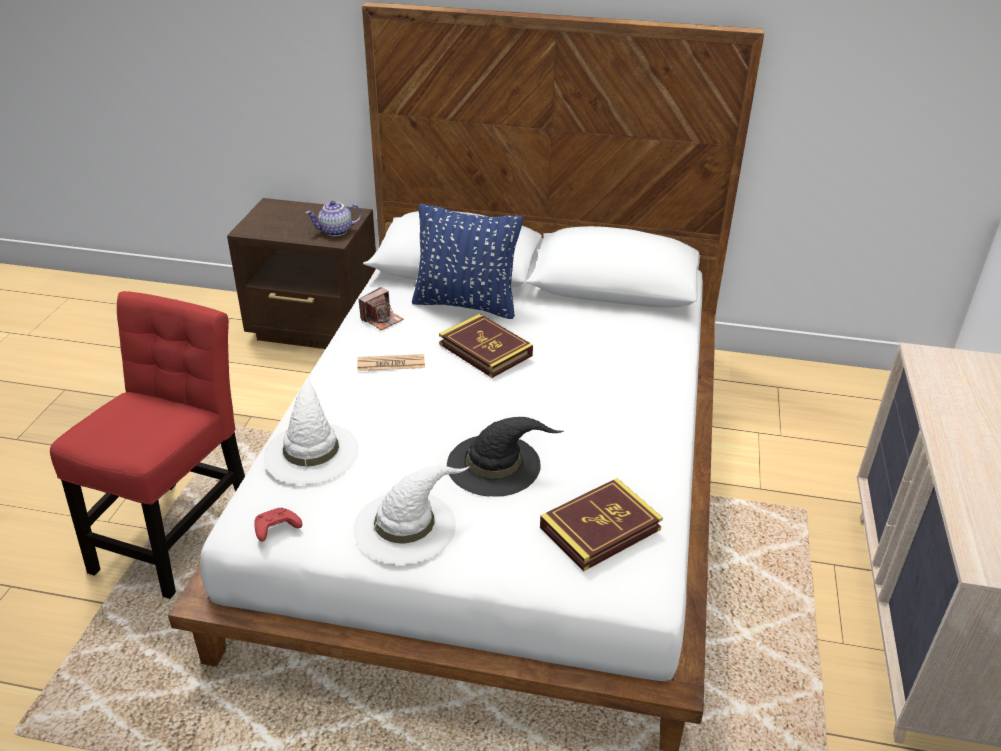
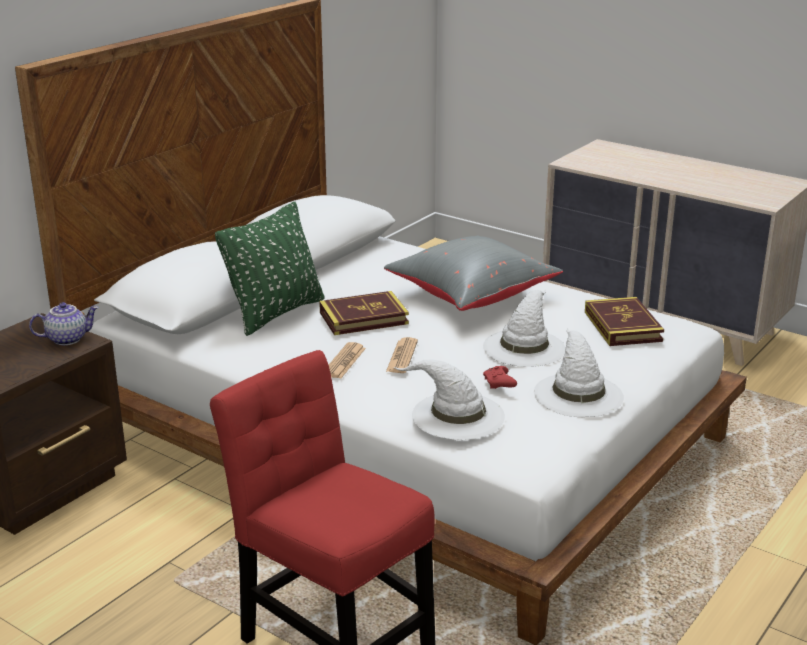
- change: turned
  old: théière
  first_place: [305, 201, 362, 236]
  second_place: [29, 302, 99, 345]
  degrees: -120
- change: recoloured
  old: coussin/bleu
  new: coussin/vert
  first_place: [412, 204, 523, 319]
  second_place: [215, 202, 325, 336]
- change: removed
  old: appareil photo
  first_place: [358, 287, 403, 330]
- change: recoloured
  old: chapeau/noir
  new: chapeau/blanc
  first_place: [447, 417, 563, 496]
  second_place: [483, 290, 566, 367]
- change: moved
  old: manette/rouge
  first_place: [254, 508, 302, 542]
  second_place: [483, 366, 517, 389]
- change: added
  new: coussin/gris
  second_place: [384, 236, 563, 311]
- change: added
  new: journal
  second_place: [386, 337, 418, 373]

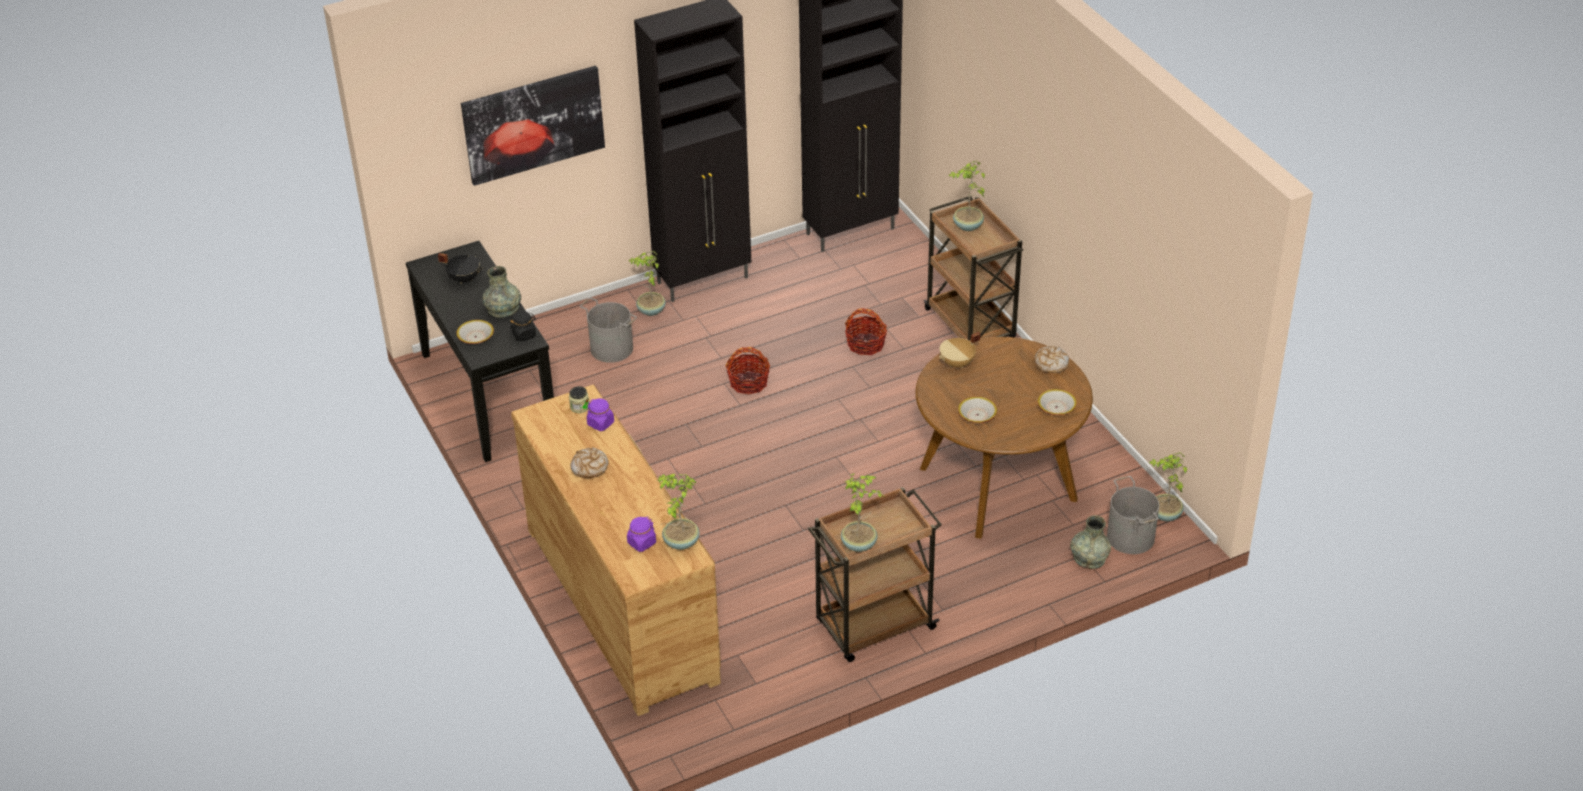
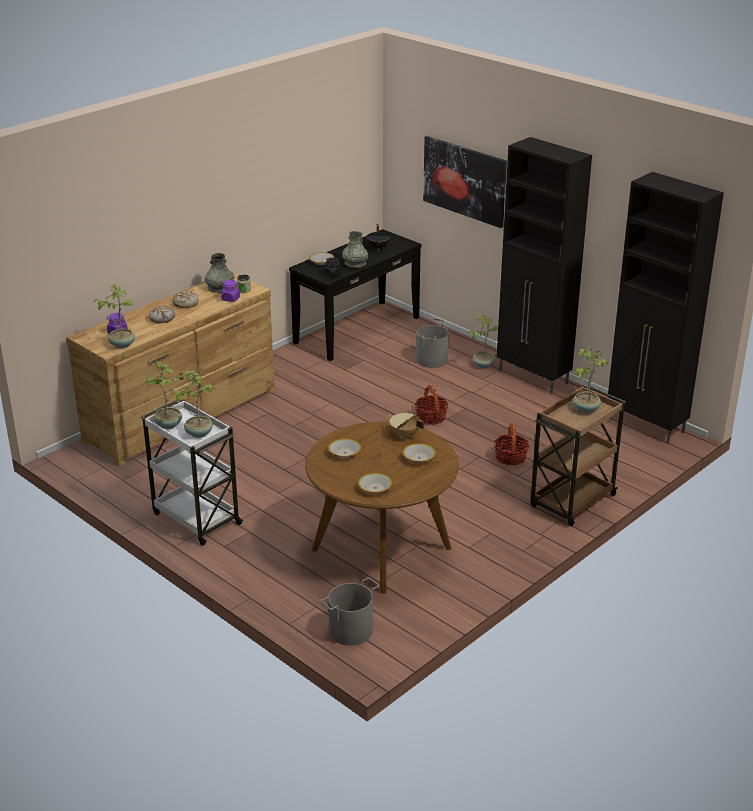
- change: moved
  old: pain
  first_place: [1034, 346, 1069, 373]
  second_place: [149, 306, 175, 323]
- change: moved
  old: plante en pot
  first_place: [1149, 452, 1187, 522]
  second_place: [172, 371, 213, 438]
- change: recoloured
  old: chariot/marron
  new: chariot/blanc
  first_place: [808, 487, 942, 662]
  second_place: [141, 400, 243, 546]
- change: moved
  old: vase/gris
  first_place: [1070, 515, 1111, 569]
  second_place: [205, 253, 234, 293]
- change: added
  new: bol
  second_place: [403, 443, 436, 463]

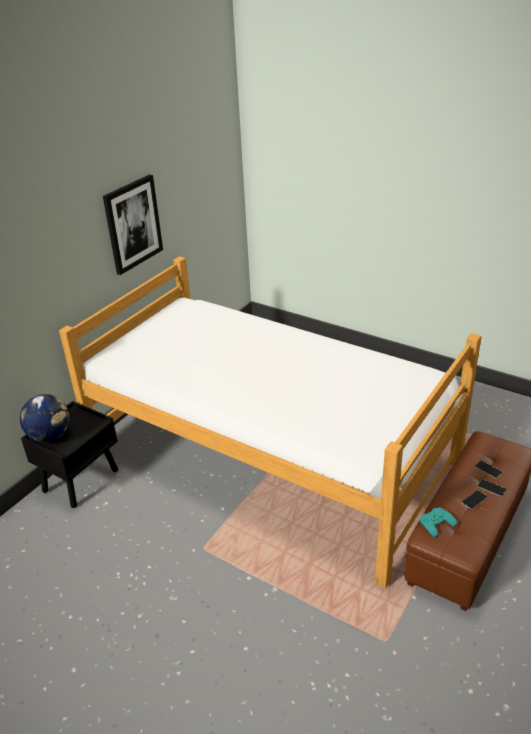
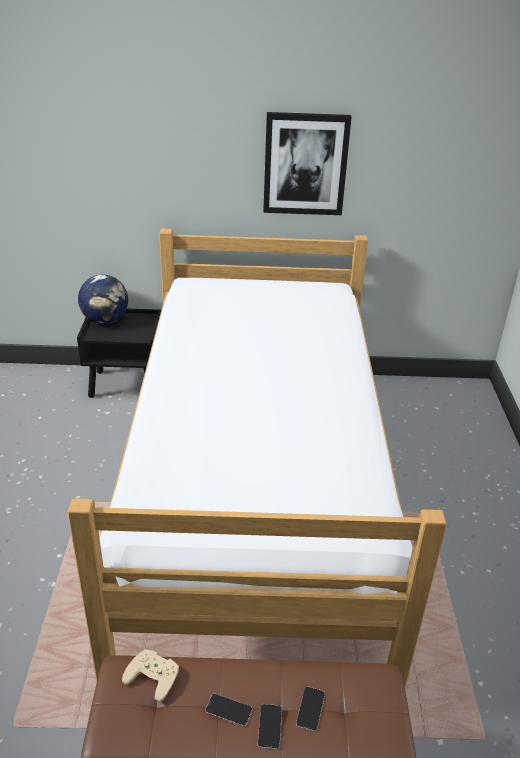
- change: recoloured
  old: manette/turquoise
  new: manette/beige
  first_place: [420, 507, 457, 538]
  second_place: [122, 649, 179, 702]

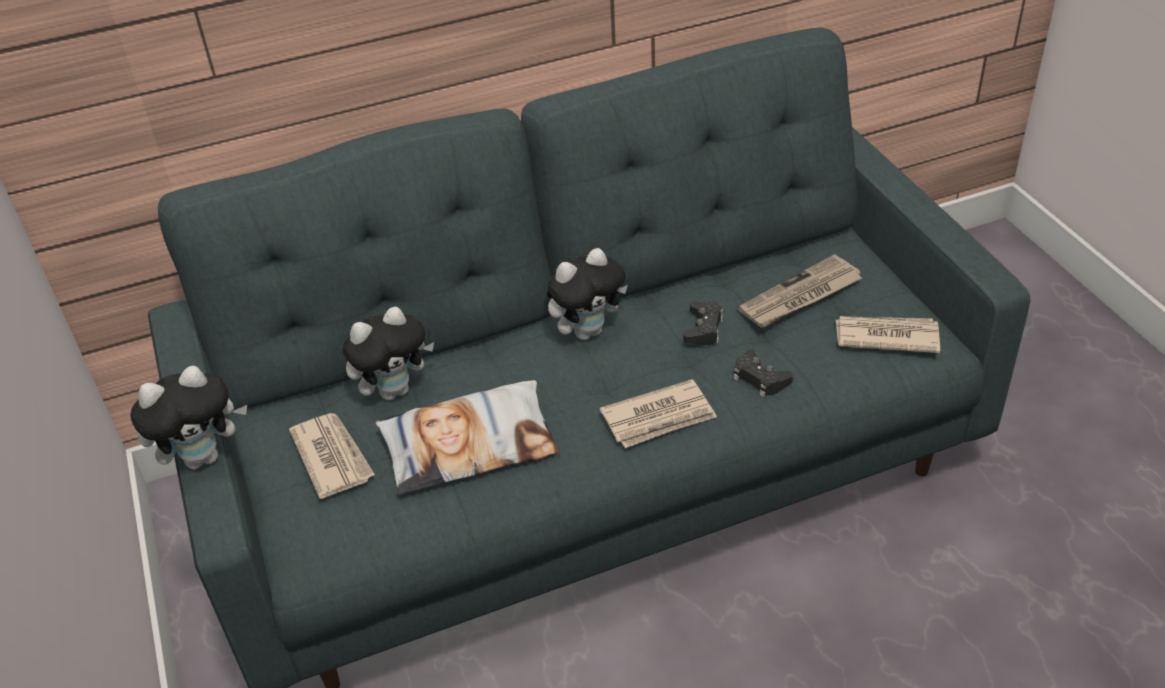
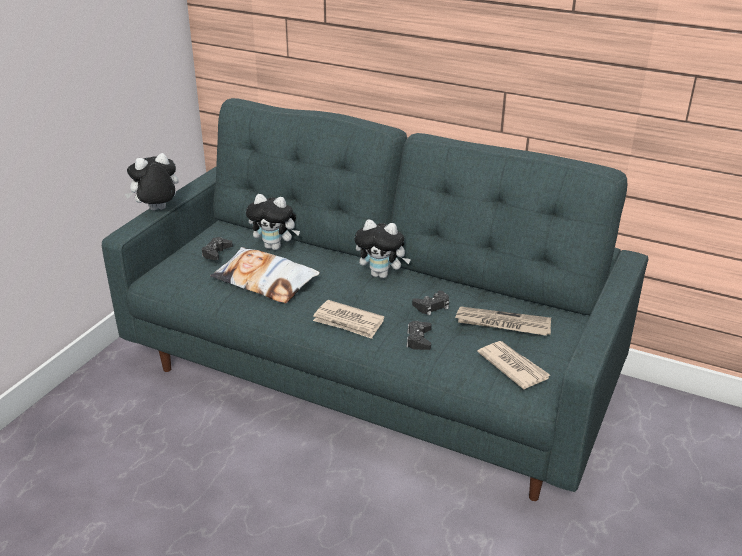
- change: turned
  old: peluche
  first_place: [131, 366, 247, 469]
  second_place: [125, 153, 178, 210]
  degrees: 135
- change: replaced
  old: journal
  new: manette/noir
  first_place: [289, 413, 375, 499]
  second_place: [202, 237, 233, 260]

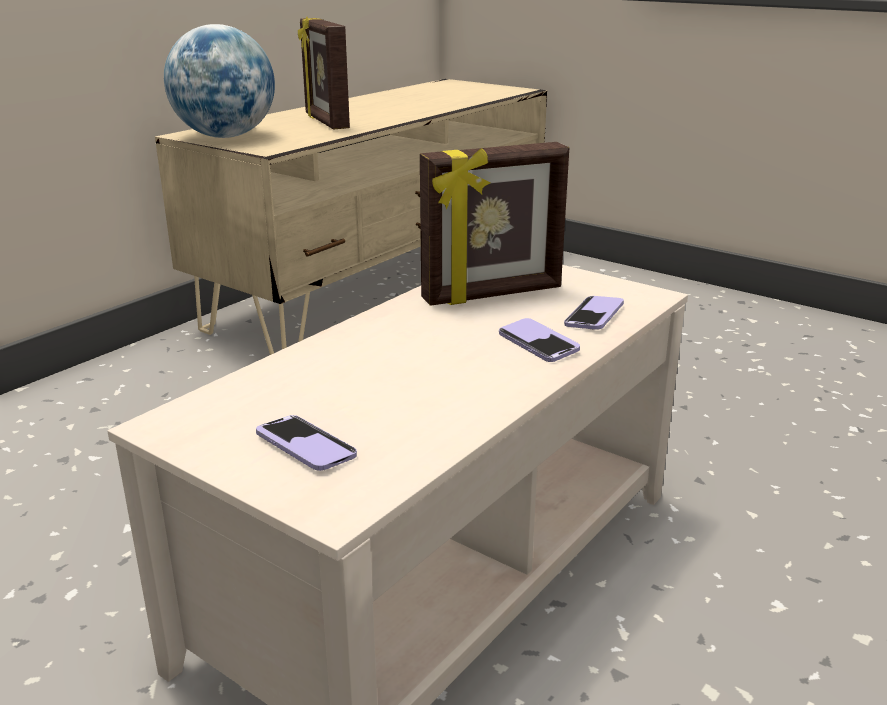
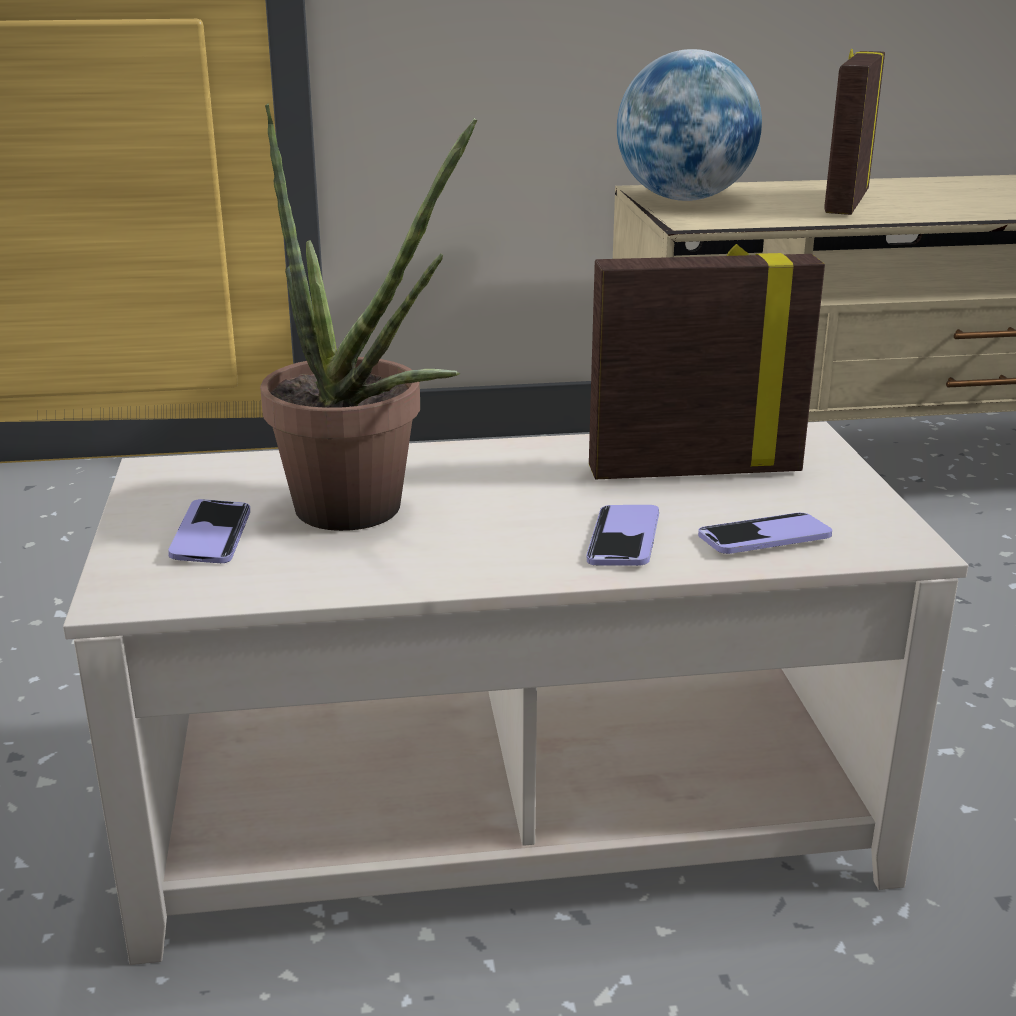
- change: turned
  old: cadre photo
  first_place: [420, 142, 569, 306]
  second_place: [589, 244, 825, 479]
  degrees: 150
- change: added
  new: plante en pot
  second_place: [260, 103, 477, 531]

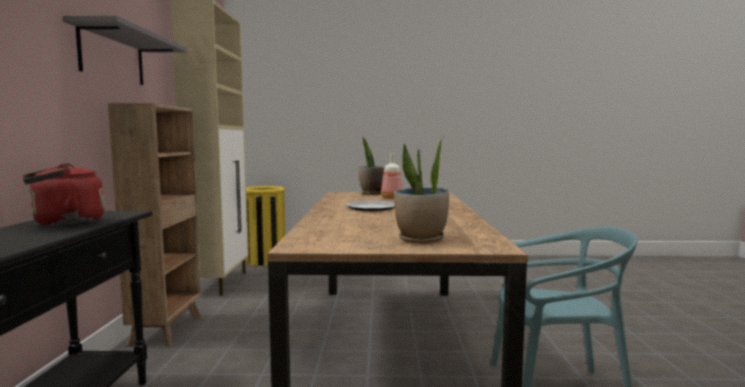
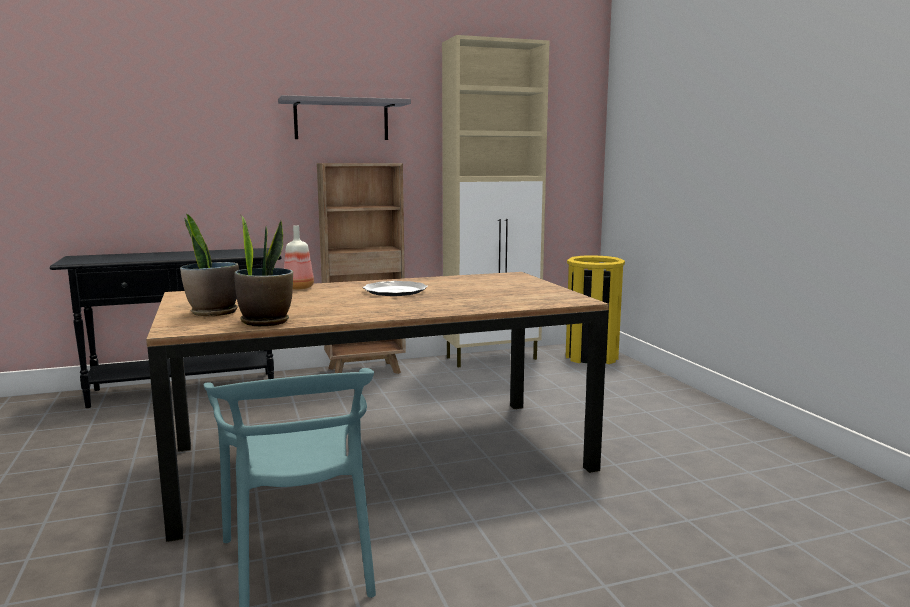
- change: moved
  old: plante en pot
  first_place: [358, 137, 384, 195]
  second_place: [234, 214, 293, 326]
- change: moved
  old: bouteille
  first_place: [381, 153, 403, 199]
  second_place: [284, 225, 314, 290]
- change: removed
  old: bouilloire/rouge
  first_place: [23, 163, 105, 226]

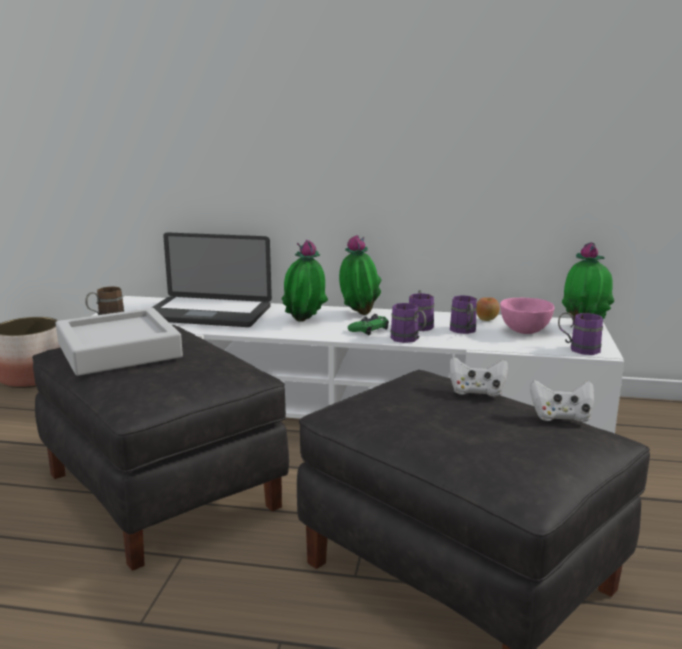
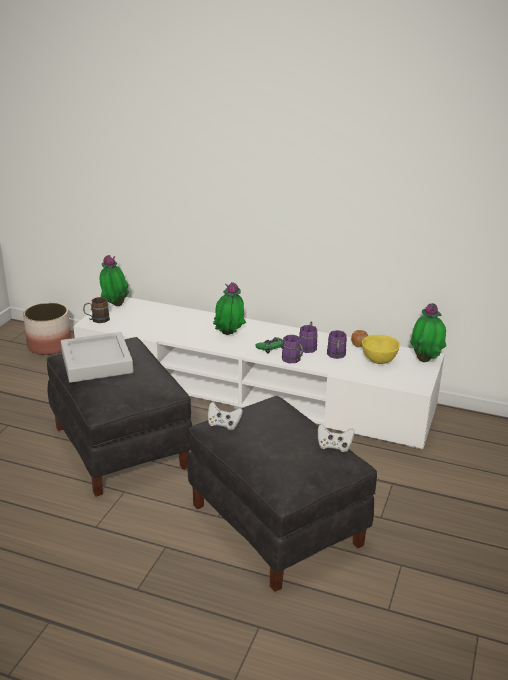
- change: removed
  old: ordinateur portable
  first_place: [152, 232, 272, 327]
- change: moved
  old: plante en pot
  first_place: [339, 235, 382, 315]
  second_place: [100, 255, 129, 306]
- change: recoloured
  old: bol/rose
  new: bol/jaune
  first_place: [500, 298, 555, 334]
  second_place: [362, 335, 400, 364]
- change: removed
  old: mug/violet
  first_place: [558, 312, 603, 355]
- change: moved
  old: manette/blanc
  first_place: [449, 357, 508, 397]
  second_place: [208, 402, 243, 430]

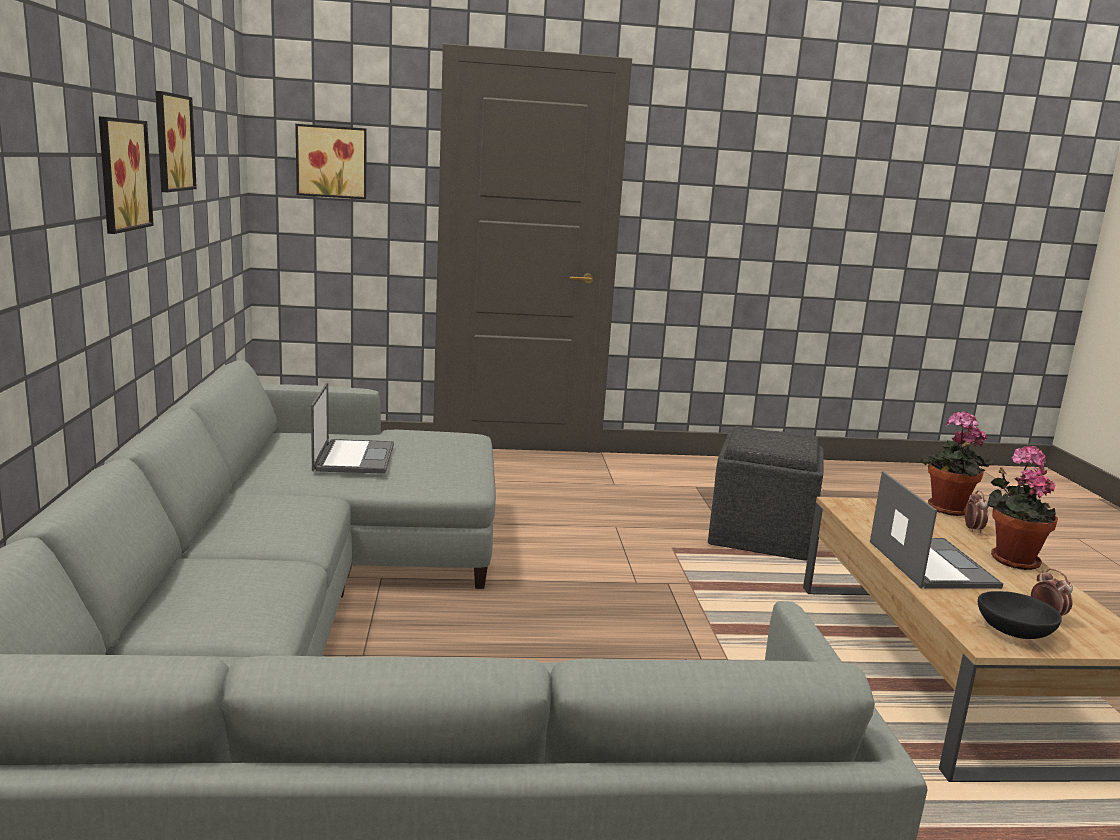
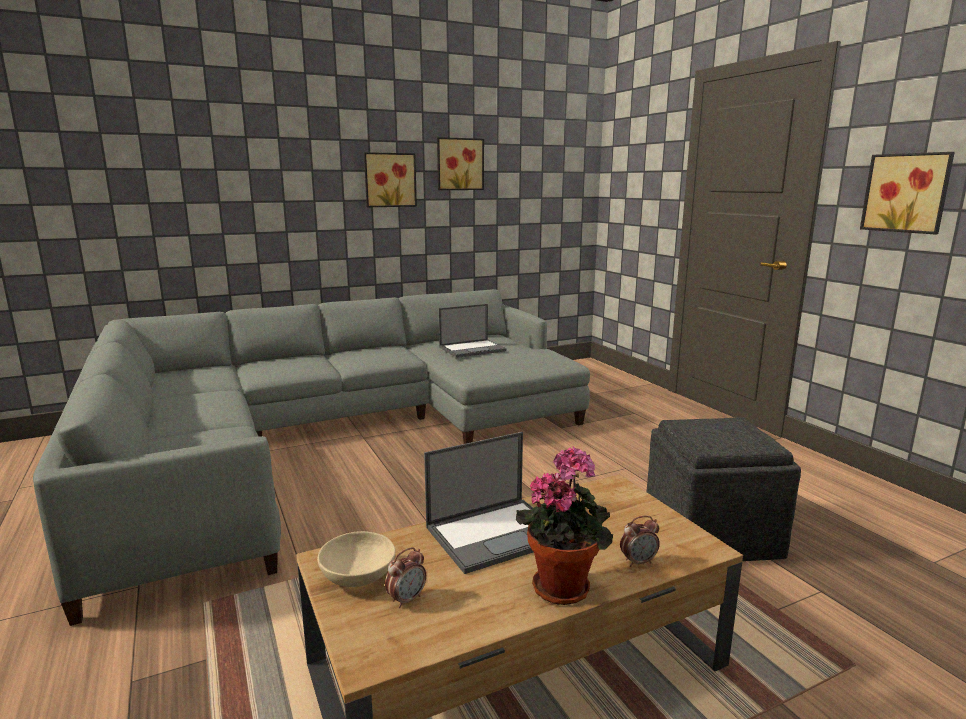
- change: moved
  old: tableau
  first_place: [295, 124, 367, 199]
  second_place: [860, 152, 955, 235]
- change: removed
  old: plante en pot
  first_place: [921, 411, 994, 516]
- change: recoloured
  old: bol/noir
  new: bol/beige
  first_place: [978, 591, 1062, 639]
  second_place: [317, 531, 395, 587]

